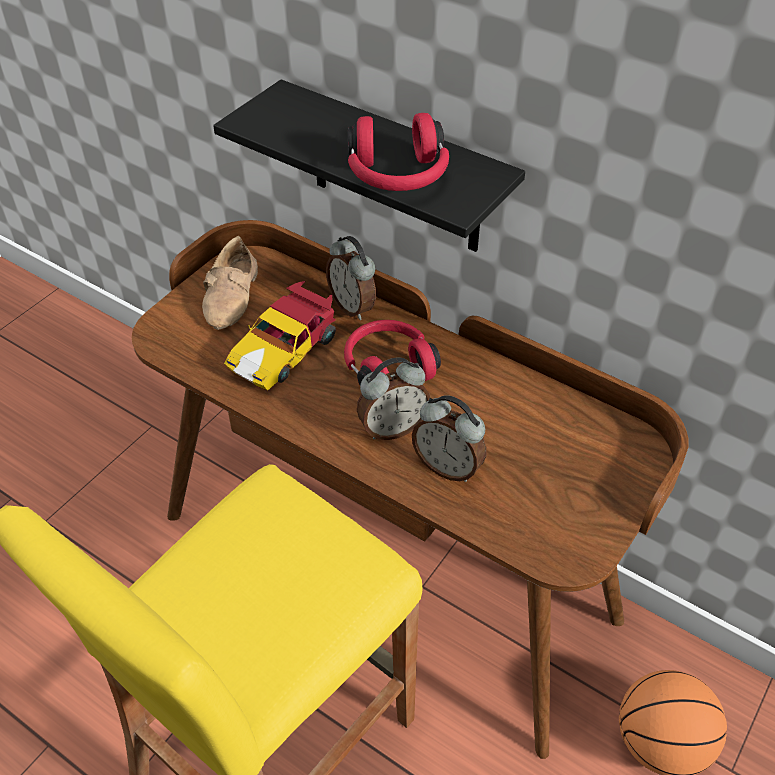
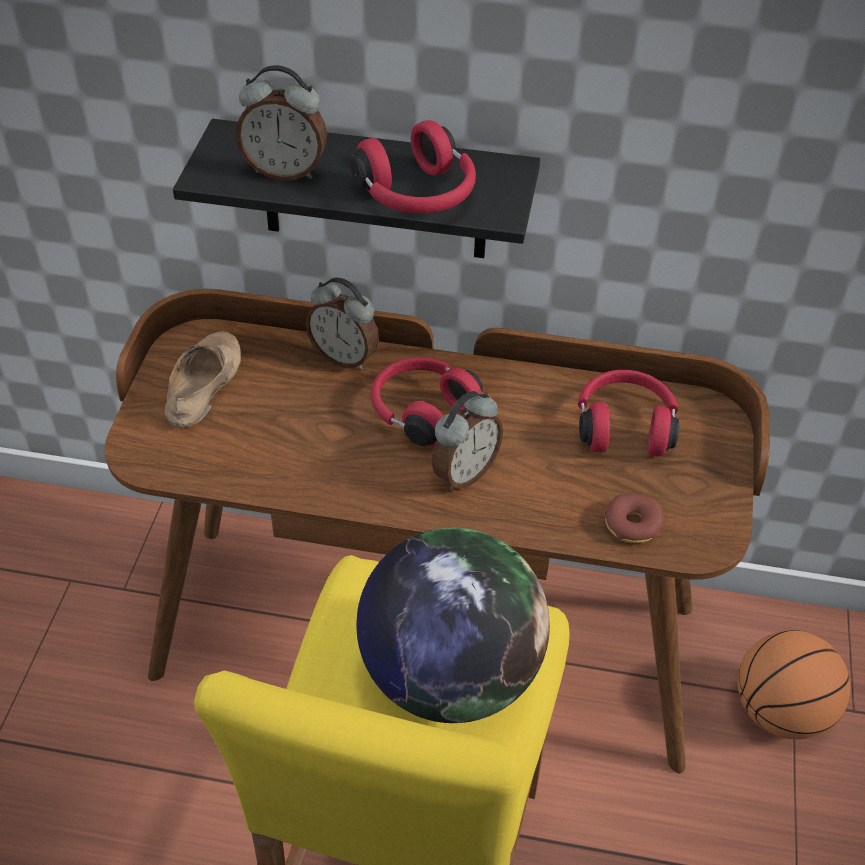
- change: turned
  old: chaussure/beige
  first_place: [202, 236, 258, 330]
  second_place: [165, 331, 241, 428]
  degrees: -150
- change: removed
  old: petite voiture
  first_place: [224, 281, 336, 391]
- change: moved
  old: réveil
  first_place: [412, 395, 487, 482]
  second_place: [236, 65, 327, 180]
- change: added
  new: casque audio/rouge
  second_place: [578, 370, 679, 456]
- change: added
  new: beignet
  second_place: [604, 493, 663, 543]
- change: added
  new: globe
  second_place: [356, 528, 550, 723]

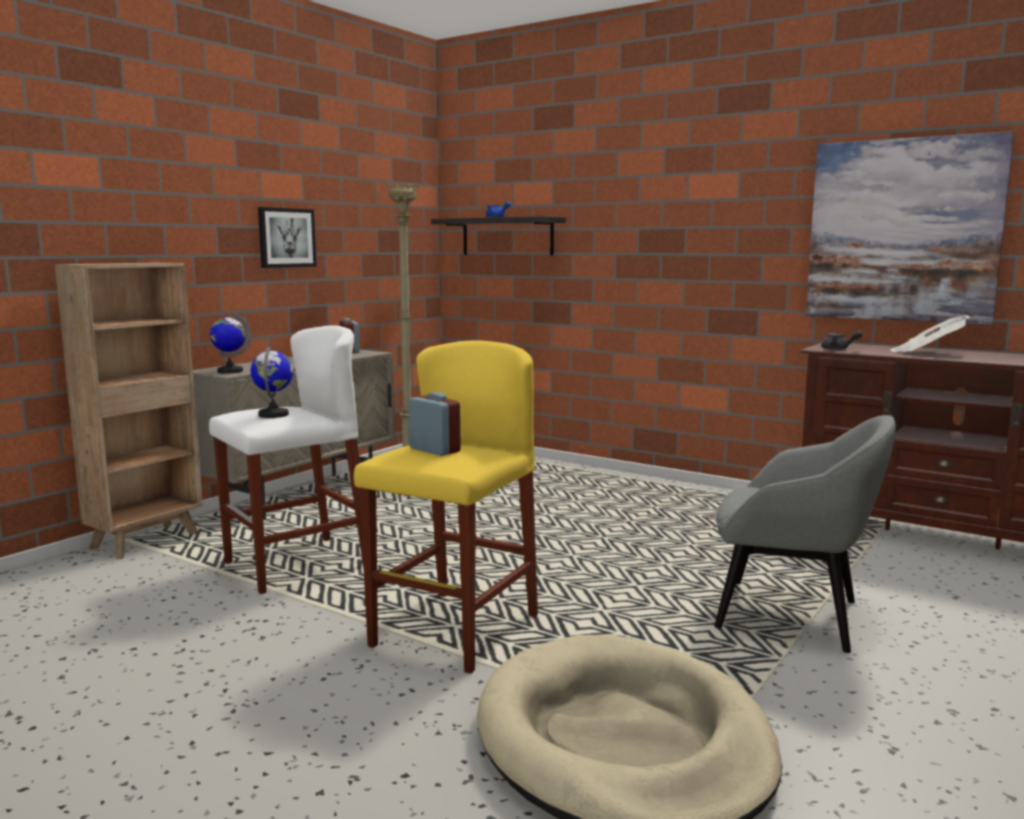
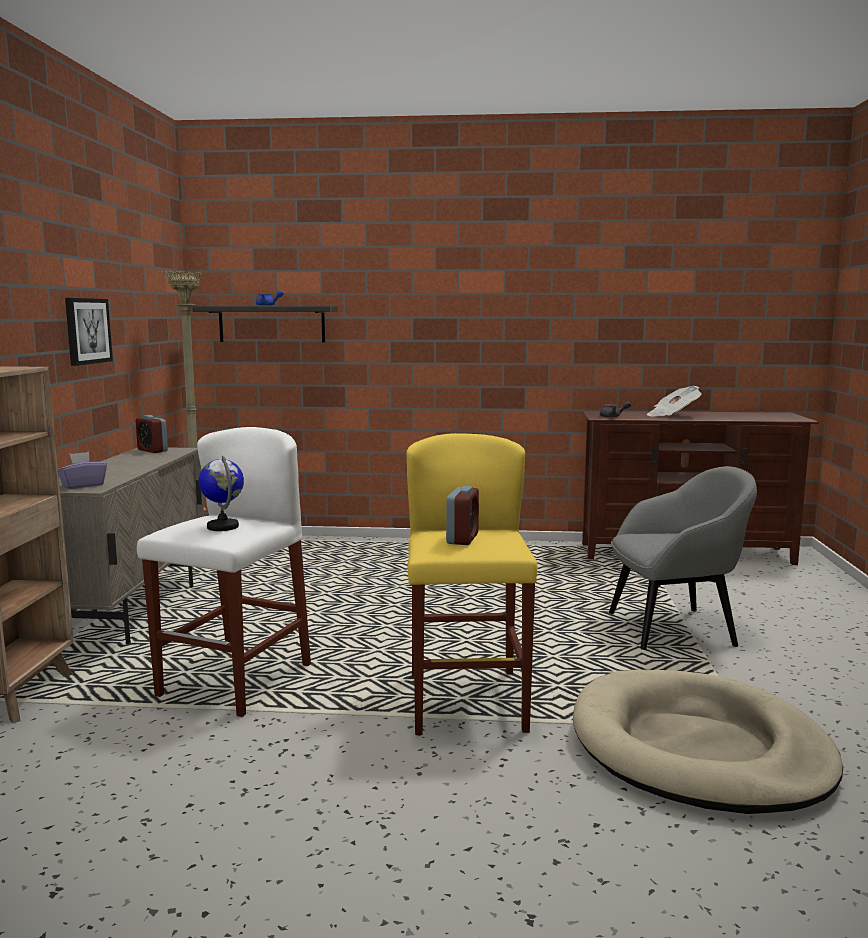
- change: removed
  old: tableau
  first_place: [806, 131, 1014, 325]
- change: replaced
  old: globe
  new: boîte à mouchoirs/violet
  first_place: [210, 313, 251, 373]
  second_place: [58, 452, 107, 489]
- change: turned
  old: réveil
  first_place: [408, 392, 461, 456]
  second_place: [446, 486, 479, 545]
  degrees: 90

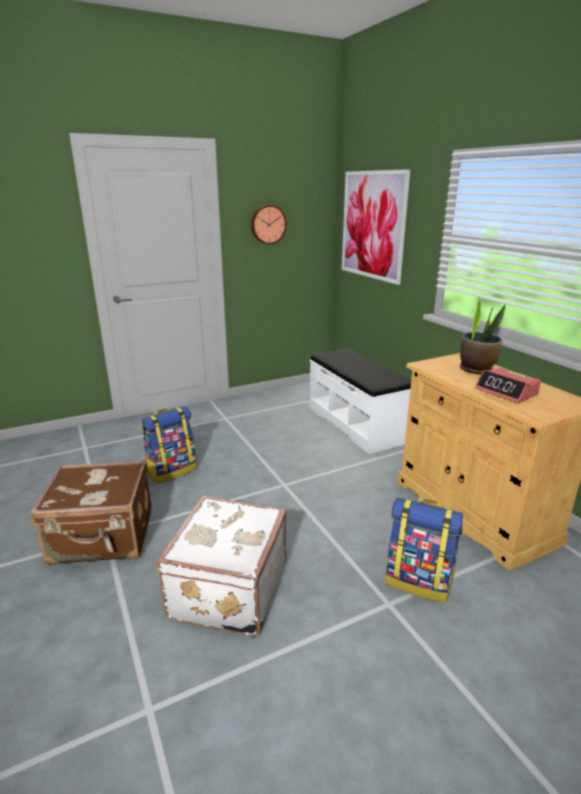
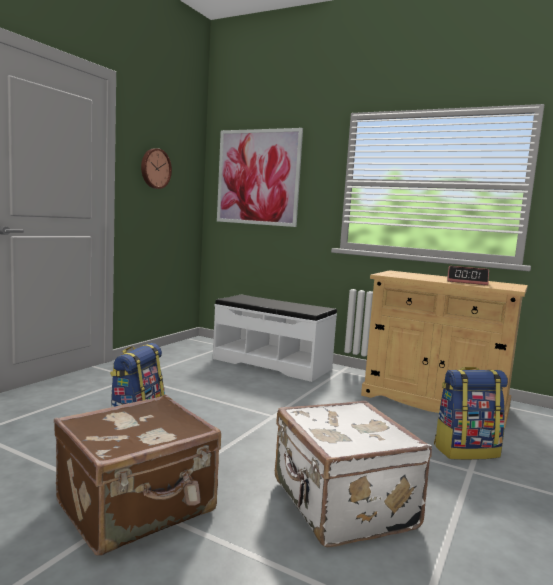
- change: removed
  old: plante en pot
  first_place: [460, 296, 506, 374]

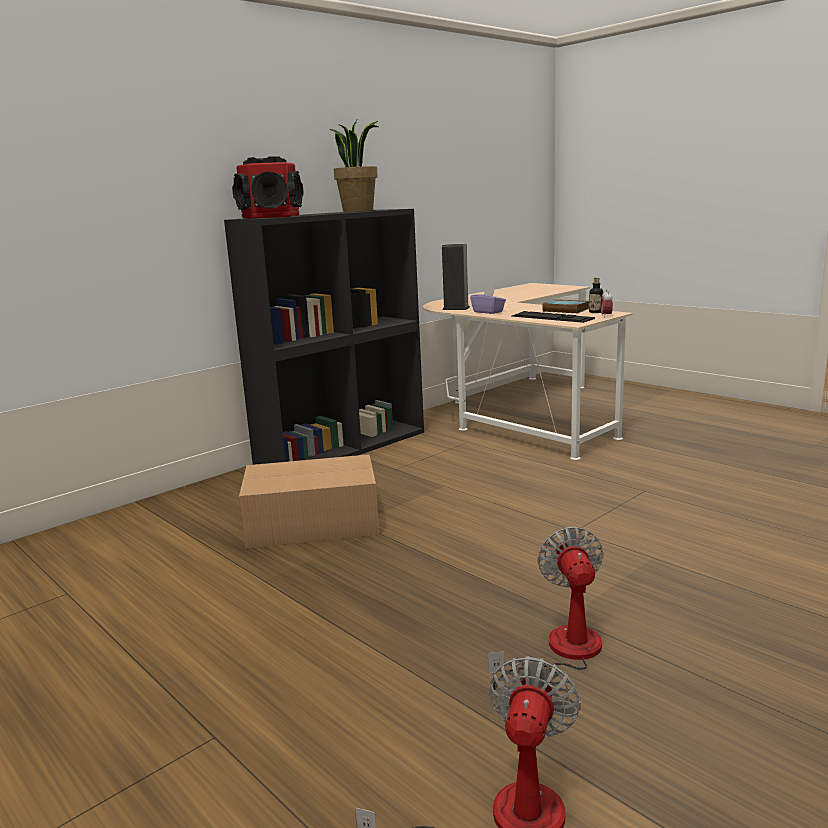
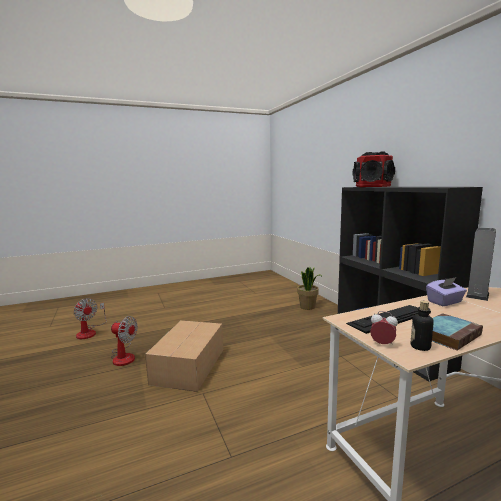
- change: moved
  old: plante en pot
  first_place: [329, 120, 379, 212]
  second_place: [297, 267, 322, 310]
- change: moved
  old: carton
  first_place: [239, 454, 379, 549]
  second_place: [145, 320, 223, 392]

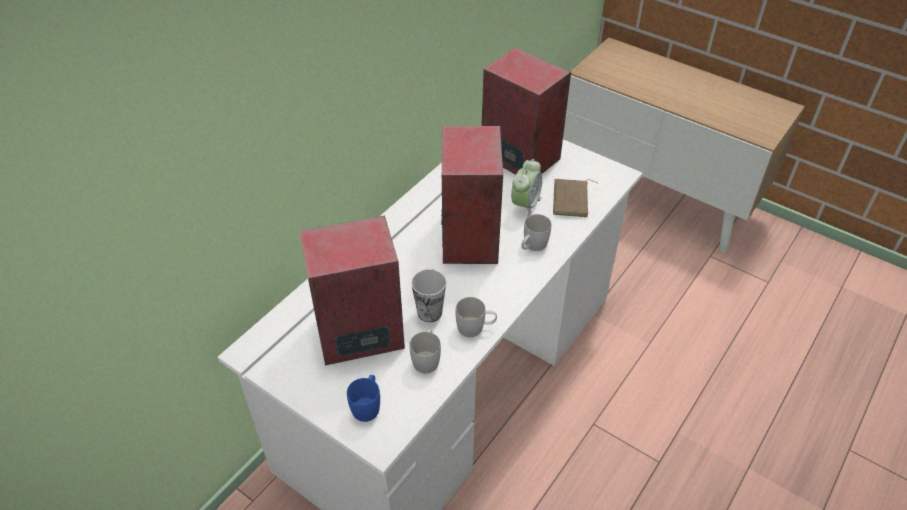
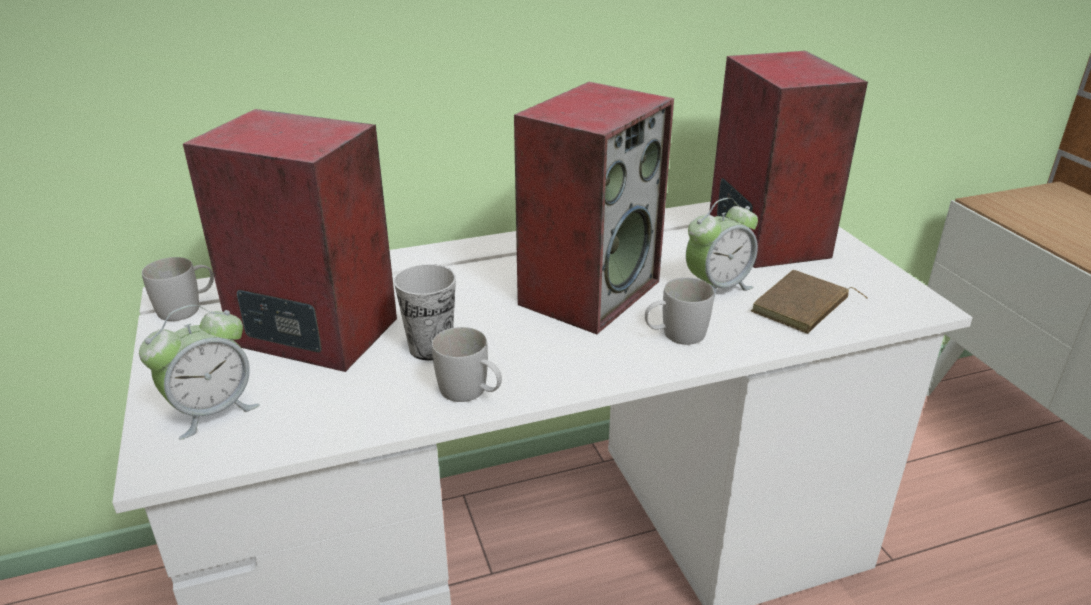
- change: moved
  old: mug/blanc
  first_place: [410, 329, 441, 374]
  second_place: [142, 257, 214, 321]
- change: replaced
  old: mug/bleu
  new: réveil
  first_place: [347, 375, 380, 422]
  second_place: [139, 305, 260, 440]

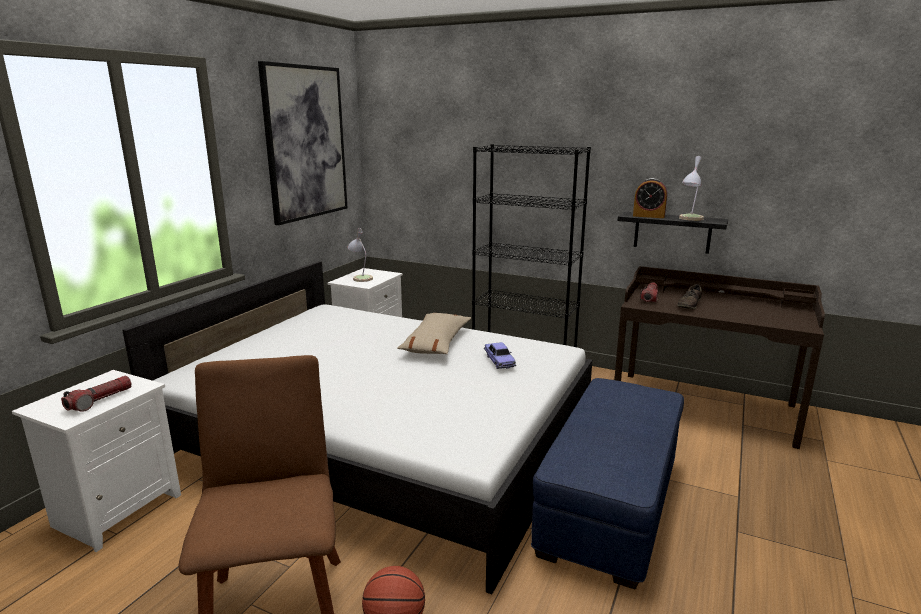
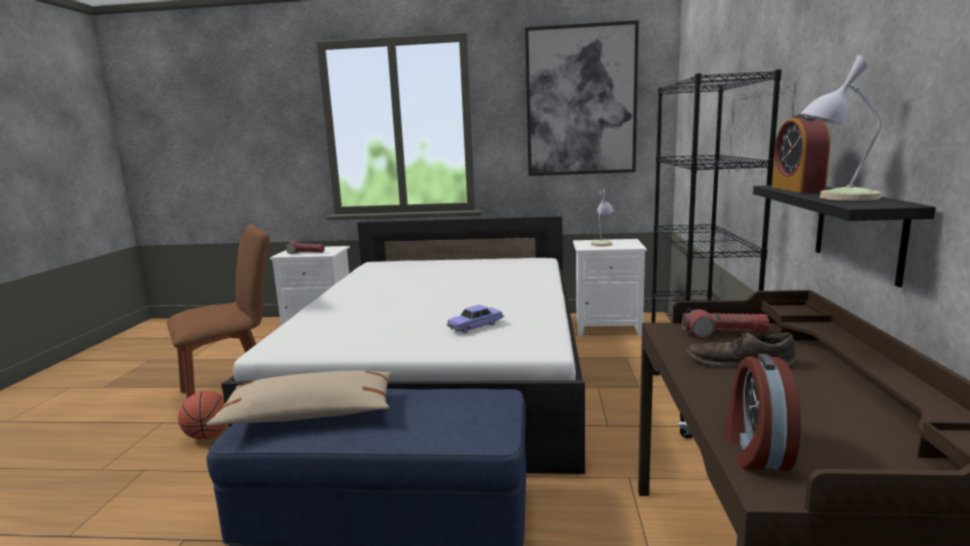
- change: moved
  old: coussin/beige
  first_place: [397, 313, 471, 354]
  second_place: [207, 371, 392, 426]
- change: added
  new: réveil
  second_place: [725, 354, 801, 471]

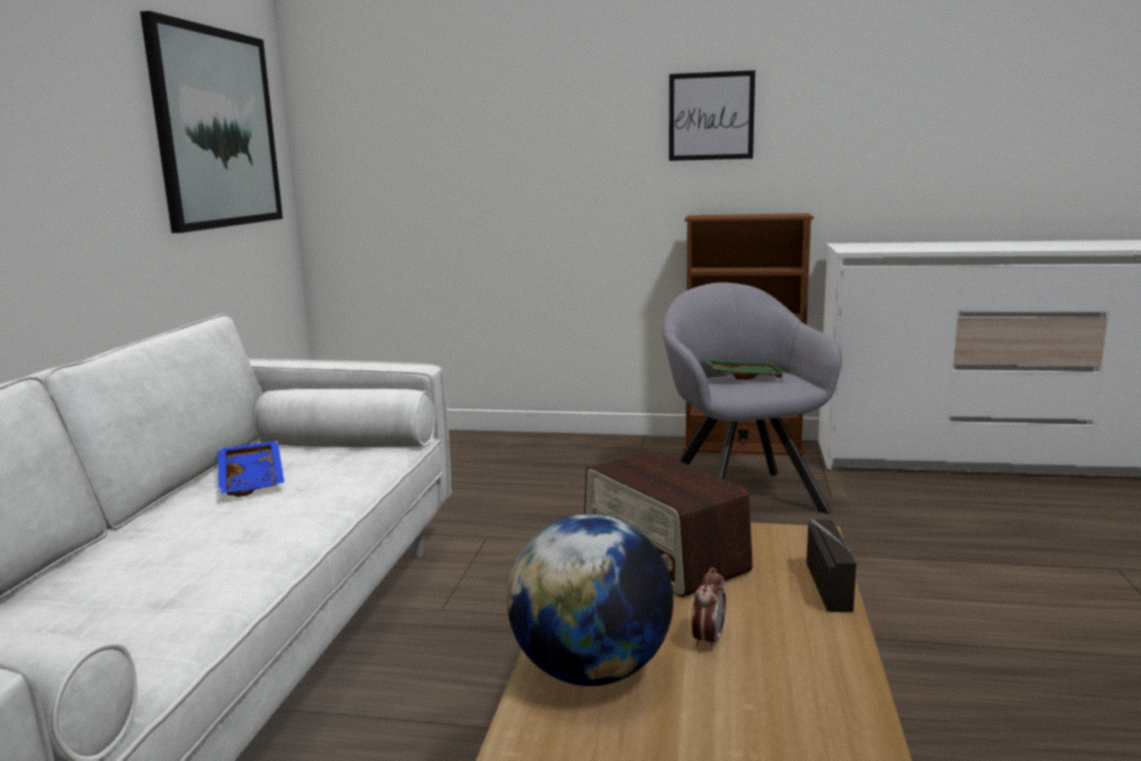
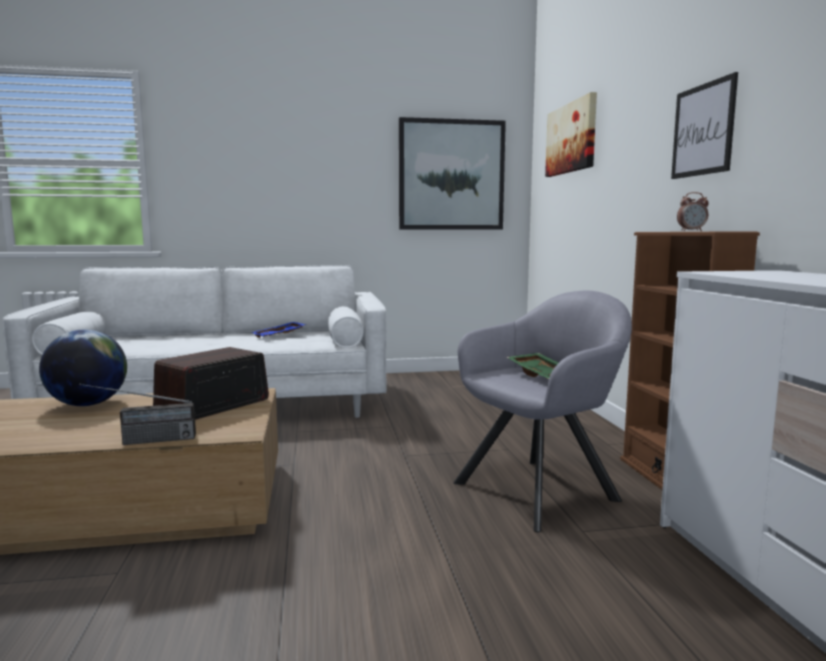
- change: moved
  old: réveil
  first_place: [692, 567, 726, 650]
  second_place: [677, 192, 709, 231]
- change: added
  new: tableau
  second_place: [545, 92, 597, 177]

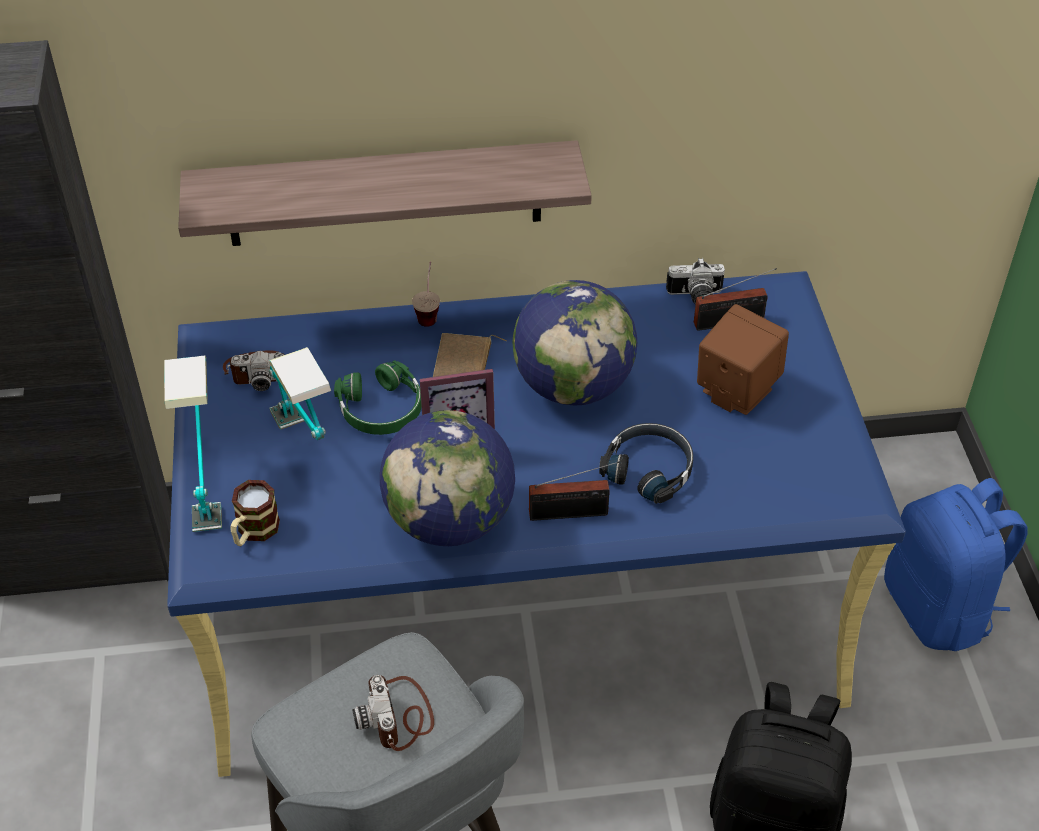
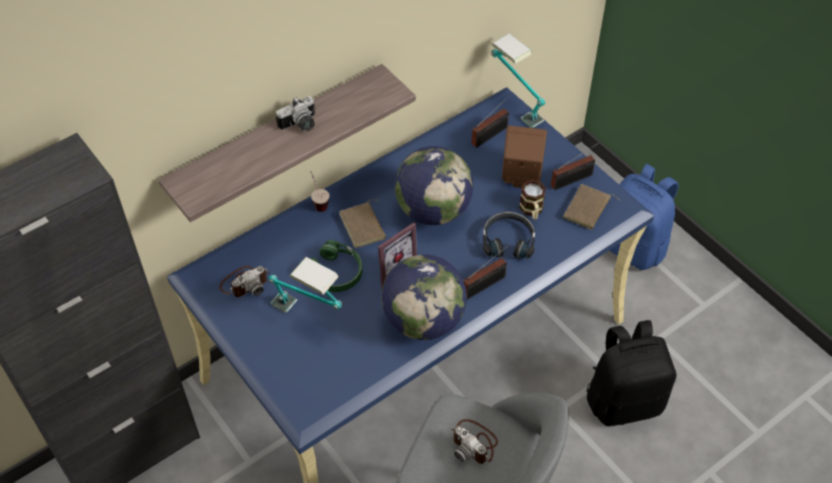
- change: moved
  old: appareil photo
  first_place: [666, 258, 725, 305]
  second_place: [276, 96, 315, 131]
- change: moved
  old: lampe de table
  first_place: [164, 356, 222, 532]
  second_place: [491, 33, 545, 128]
- change: moved
  old: mug
  first_place: [231, 480, 280, 546]
  second_place: [519, 180, 546, 220]
- change: added
  new: radio
  second_place: [551, 143, 599, 190]
- change: added
  new: livre/marron
  second_place: [563, 184, 620, 230]

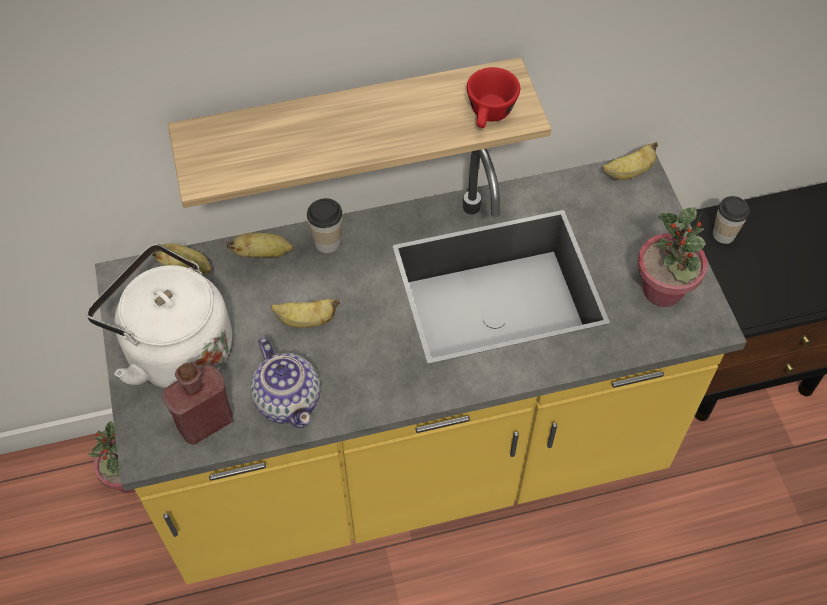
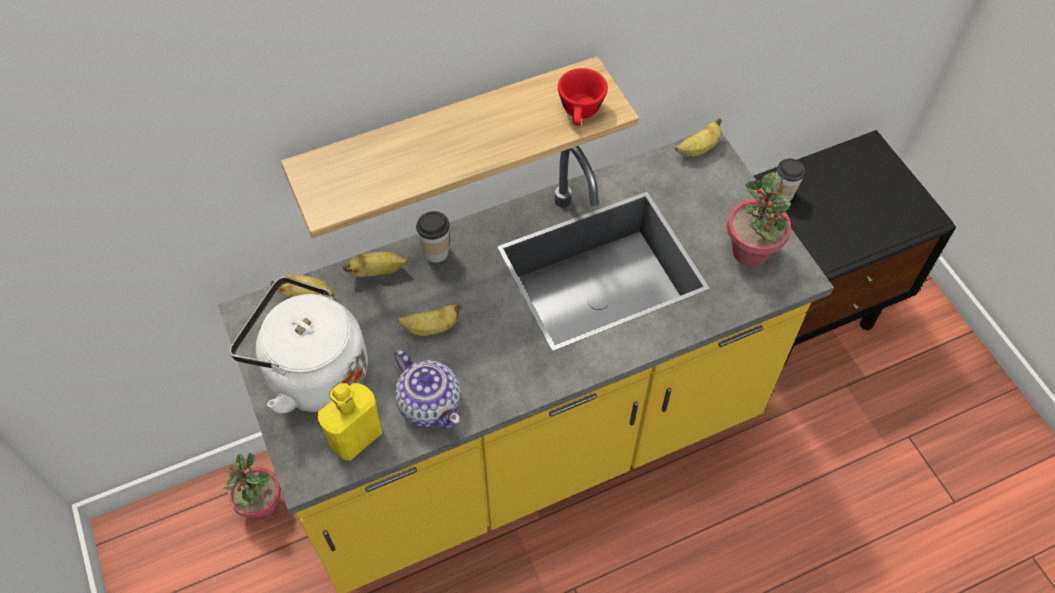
- change: recoloured
  old: bouteille/rouge
  new: bouteille/jaune
  first_place: [162, 363, 233, 445]
  second_place: [317, 383, 382, 461]

